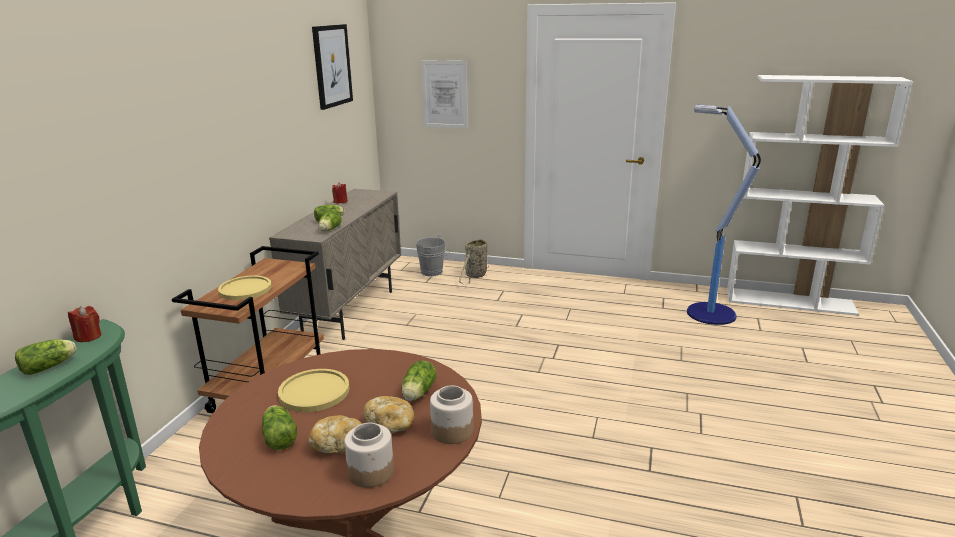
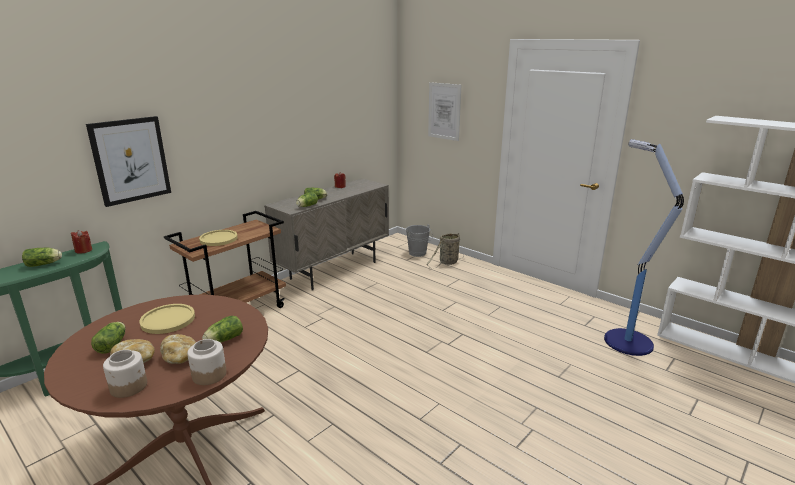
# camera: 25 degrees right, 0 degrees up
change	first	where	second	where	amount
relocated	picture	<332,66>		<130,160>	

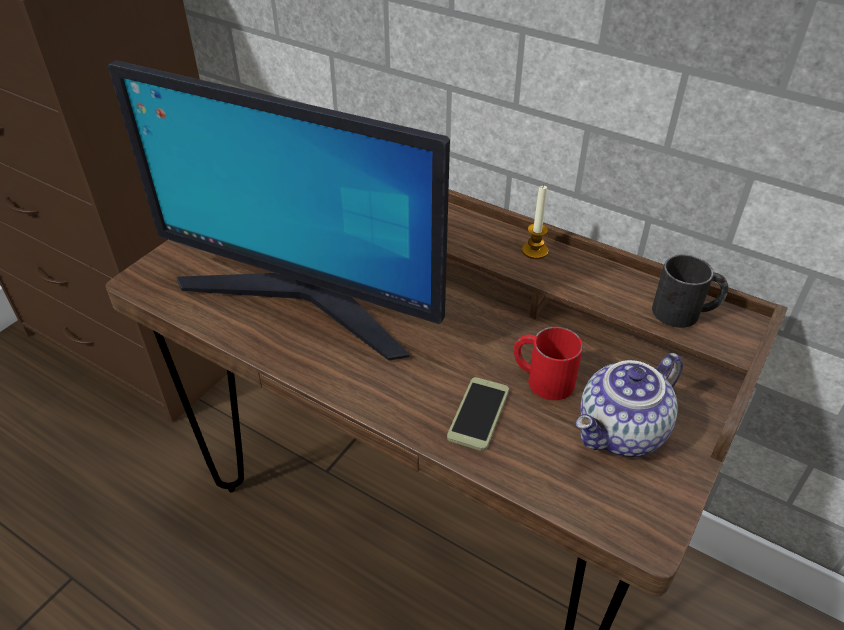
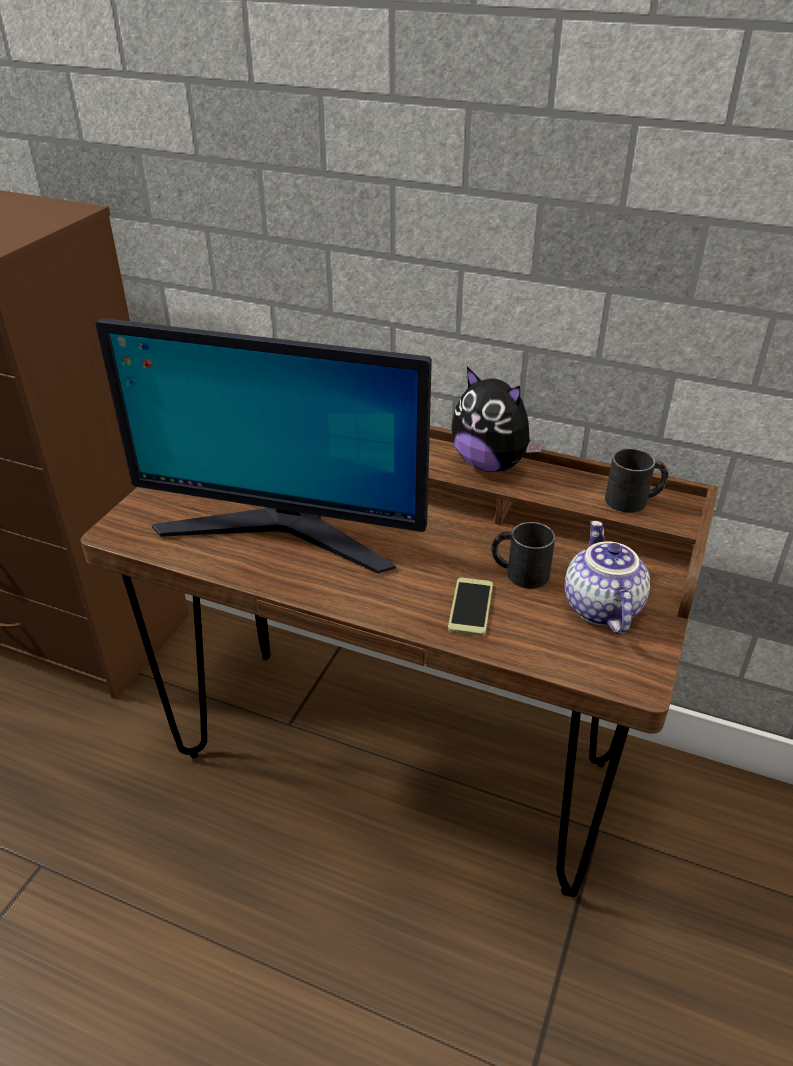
# camera: 10 degrees left, 5 degrees down
change	first	where	second	where	amount
exchanged	candle	<534,251>	plush toy	<490,464>	
colour	red mug	<542,378>	black mug	<519,572>	
spun	teapot	<622,433>		<599,607>	135 degrees clockwise

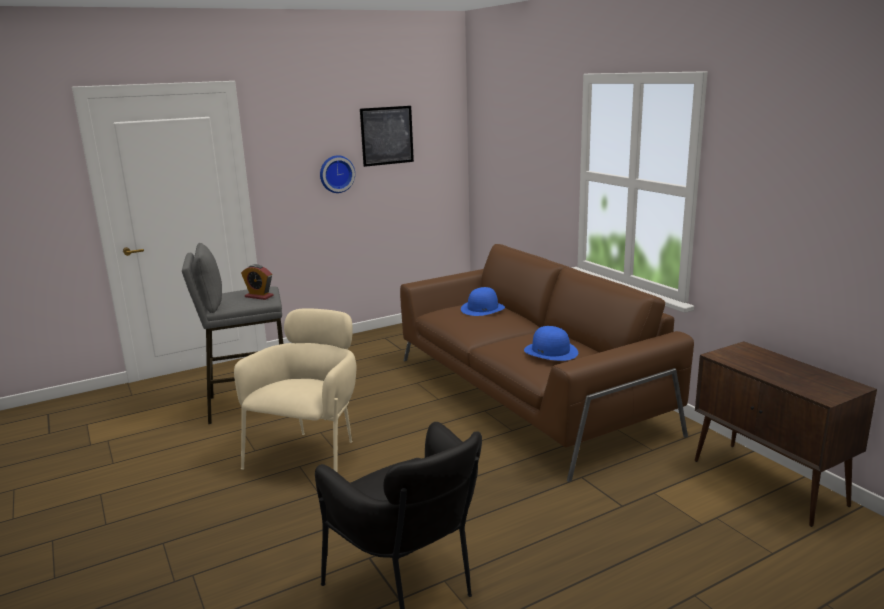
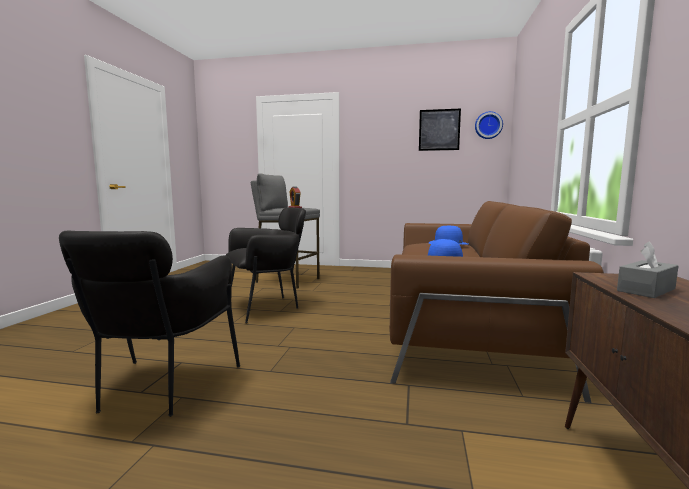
# camera: 40 degrees right, 10 degrees down
change	first	where	second	where	amount
colour	beige armchair	<310,454>	black armchair	<267,306>	
relocated	wall clock	<336,174>		<488,125>	
appeared			grey tissue box	<646,290>	

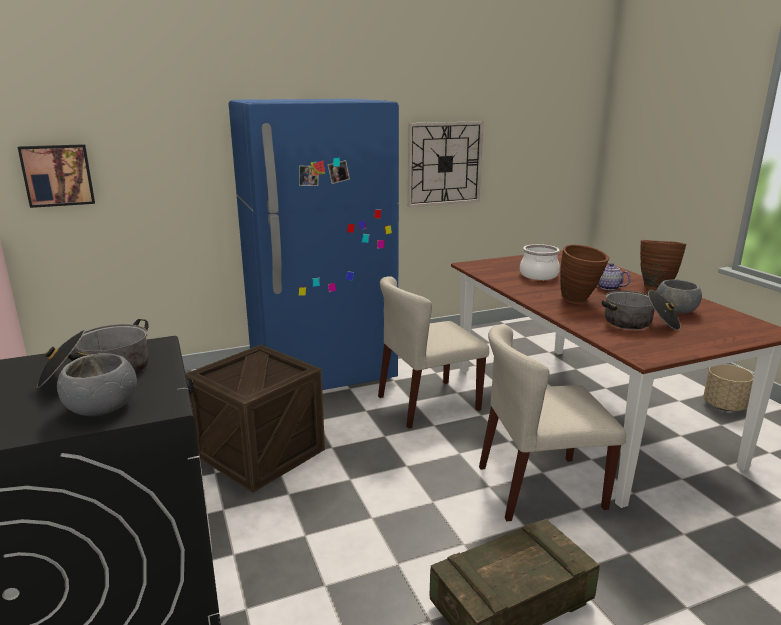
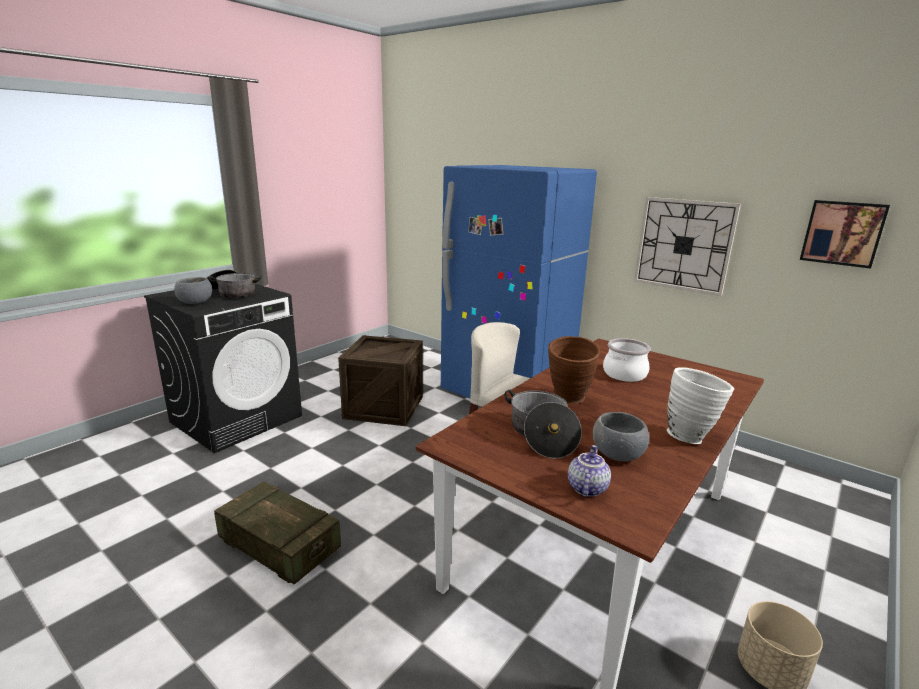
# camera: 60 degrees right, 0 degrees up
change	first	where	second	where	amount
relocated	teapot	<607,287>		<586,487>	
colour	brown vase	<655,288>	white vase	<691,437>	
relocated	picture	<58,175>		<842,233>	
missing	beige chair	<539,487>			

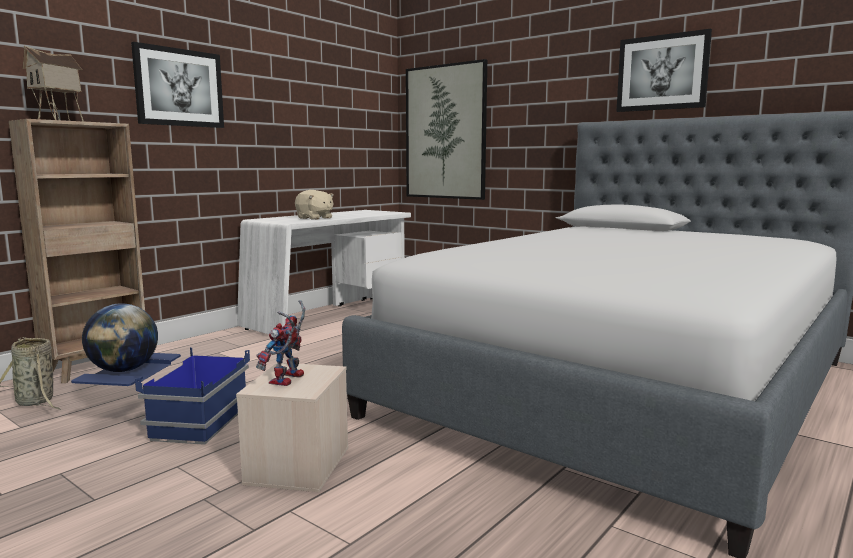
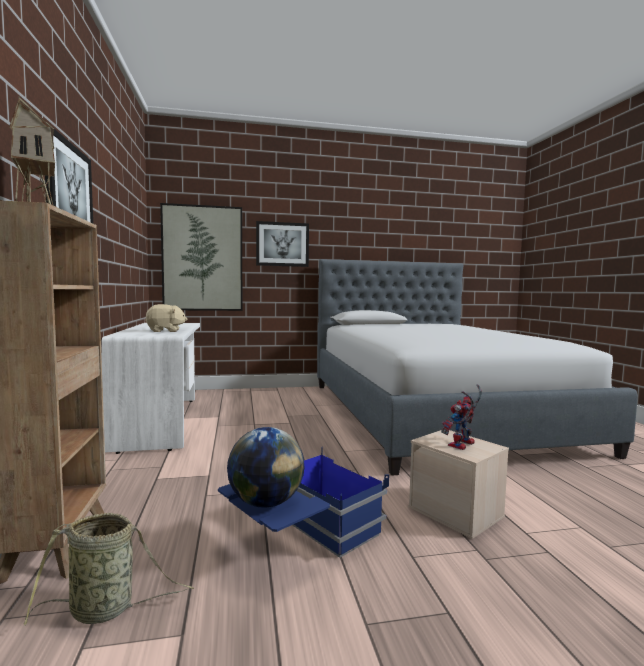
# camera: 50 degrees left, 5 degrees down
change	first	where	second	where	amount
relocated	picture	<662,72>		<282,244>	
spun	toy robot	<287,381>		<462,446>	75 degrees clockwise

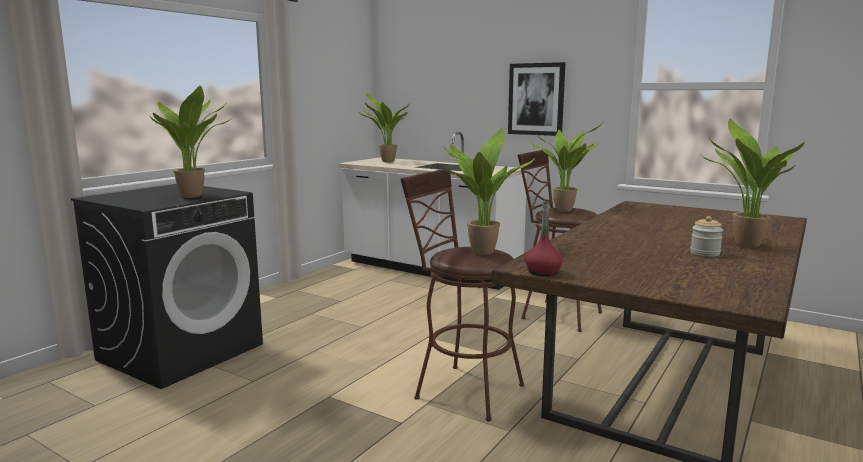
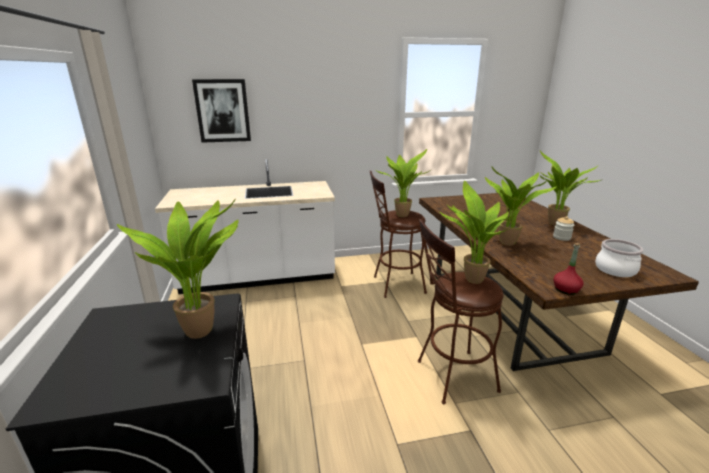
# camera: 45 degrees left, 10 degrees up
change	first	where	second	where	amount
relocated	picture	<536,99>		<222,111>	
relocated	potted plant	<386,162>		<508,244>	
appeared			cooking pot	<615,270>	

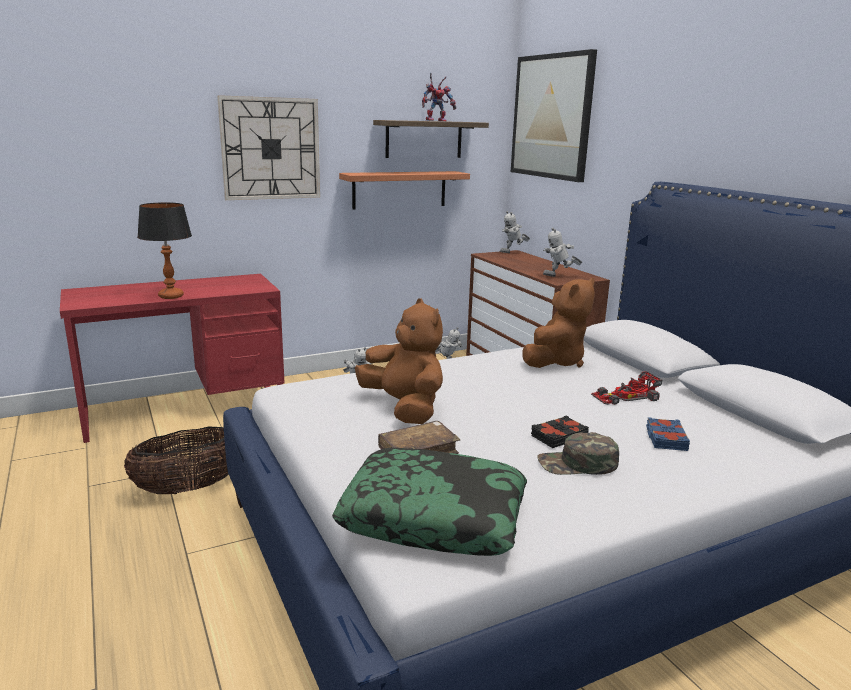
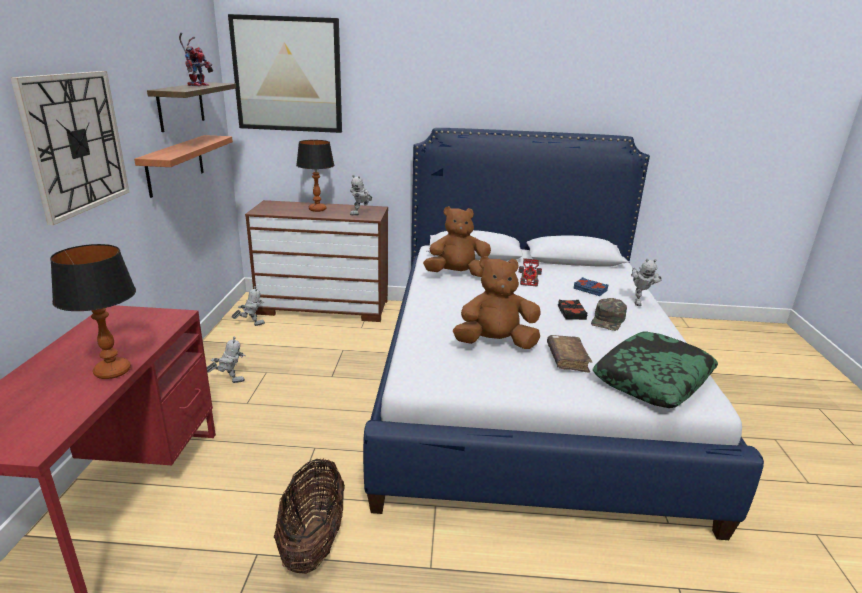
# camera: 60 degrees left, 5 degrees up
change	first	where	second	where	amount
appeared			table lamp	<317,209>	
spun	brown plush toy	<556,361>		<457,274>	75 degrees counterclockwise
relocated	toy robot	<513,253>		<638,301>	

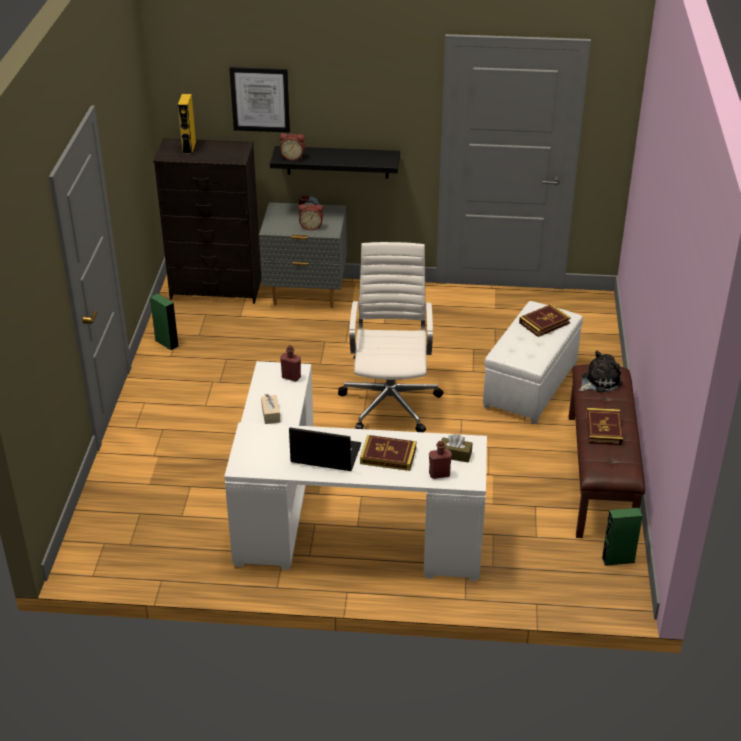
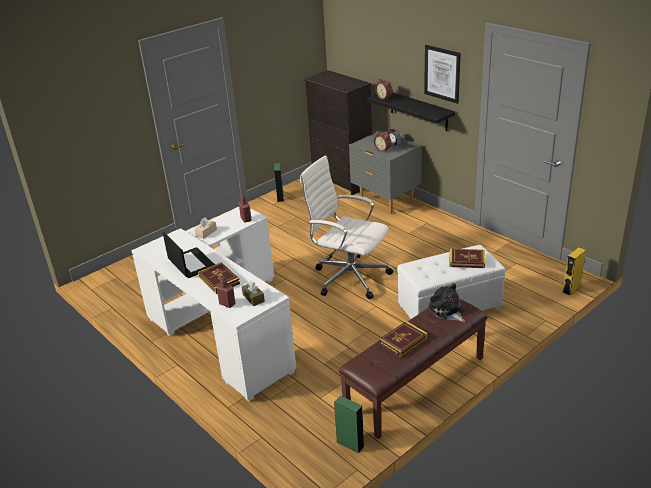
# camera: 45 degrees right, 5 degrees down
change	first	where	second	where	amount
spun	white office chair	<390,402>		<349,277>	105 degrees counterclockwise
relocated	picture	<260,99>		<442,73>	
spun	plush toy	<599,381>		<447,311>	135 degrees counterclockwise
relocated	yellow speaker	<189,148>		<571,289>	

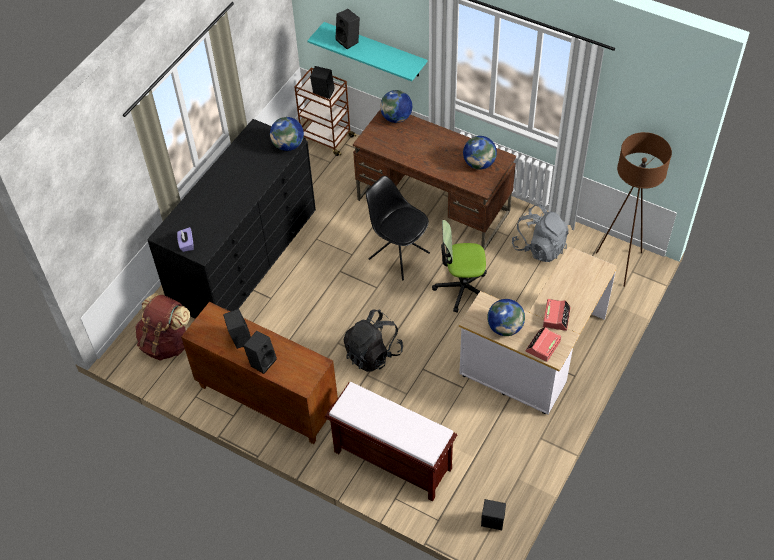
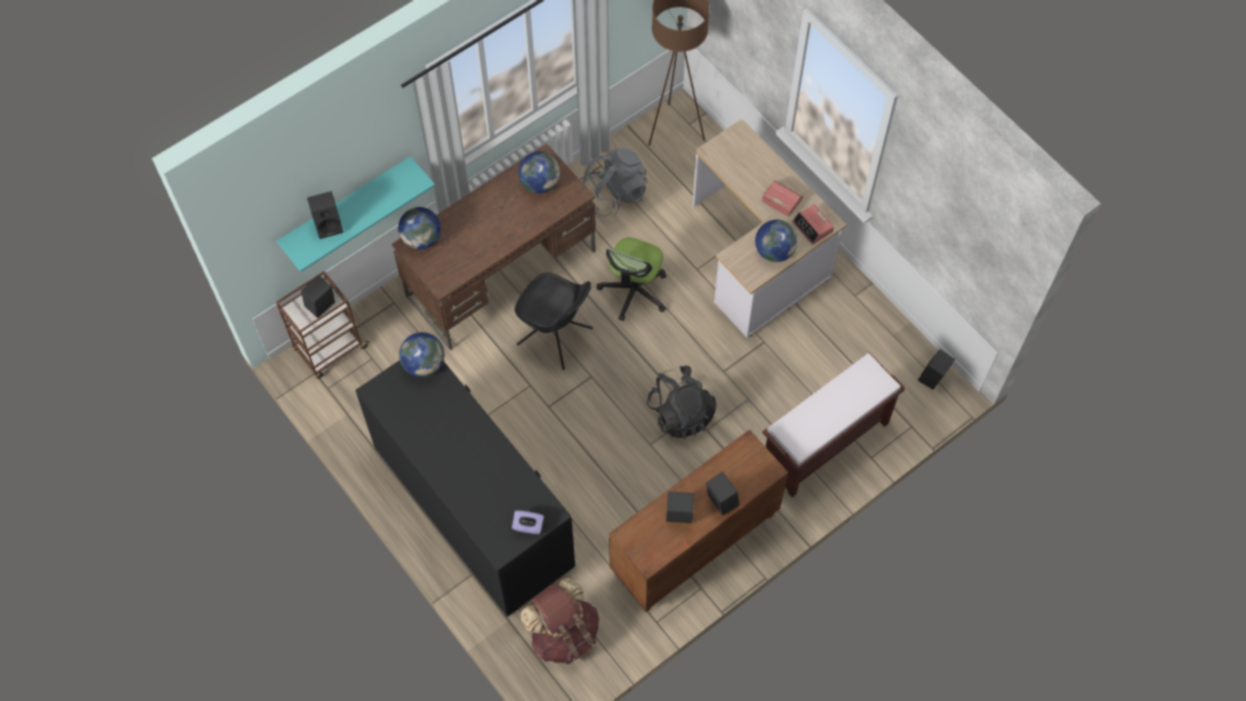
# camera: 70 degrees left, 10 degrees up
change	first	where	second	where	amount
spun	black chair	<398,255>		<556,337>	120 degrees counterclockwise

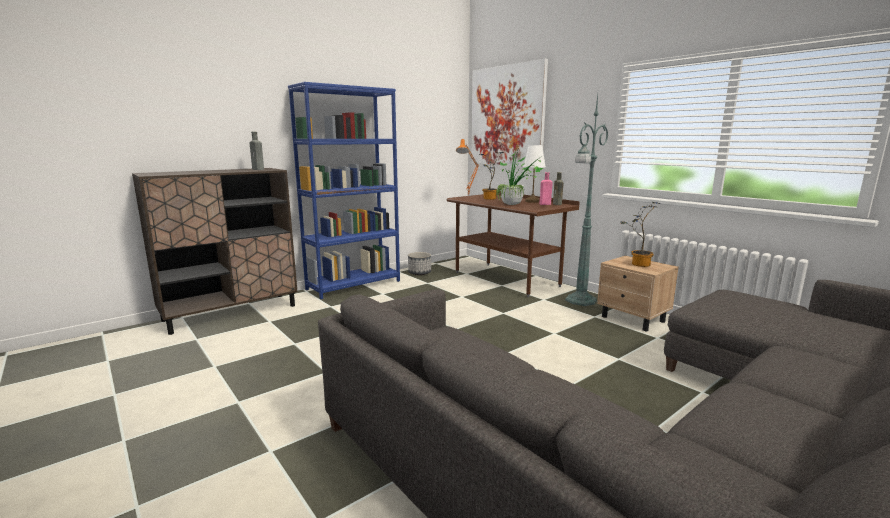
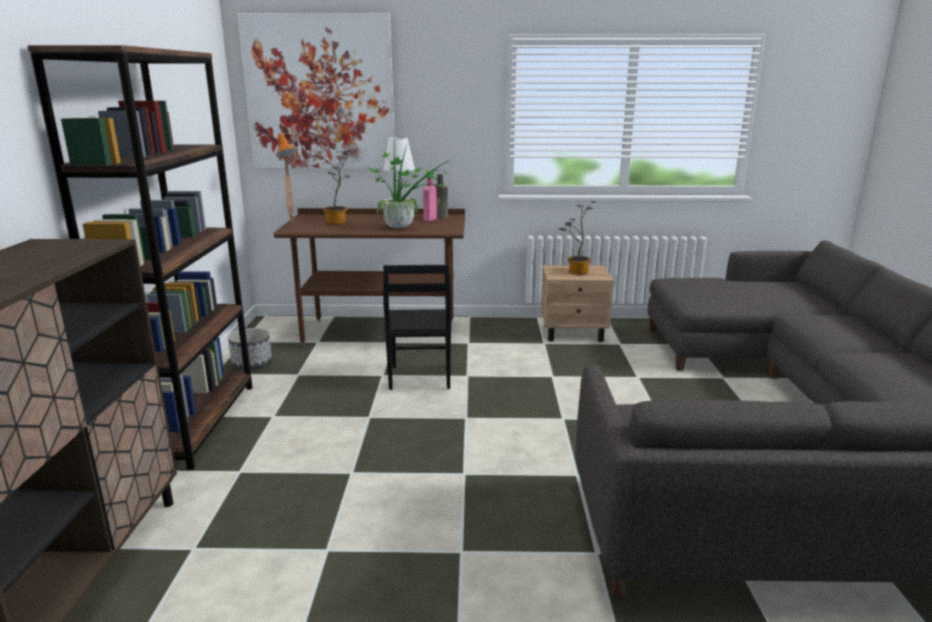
# camera: 50 degrees left, 5 degrees up
change	first	where	second	where	amount
colour	blue bookcase	<354,285>	brown bookcase	<193,423>	
appeared			black chair	<419,378>	
missing	grey bottle	<258,169>			
missing	green floor lamp	<579,301>			

